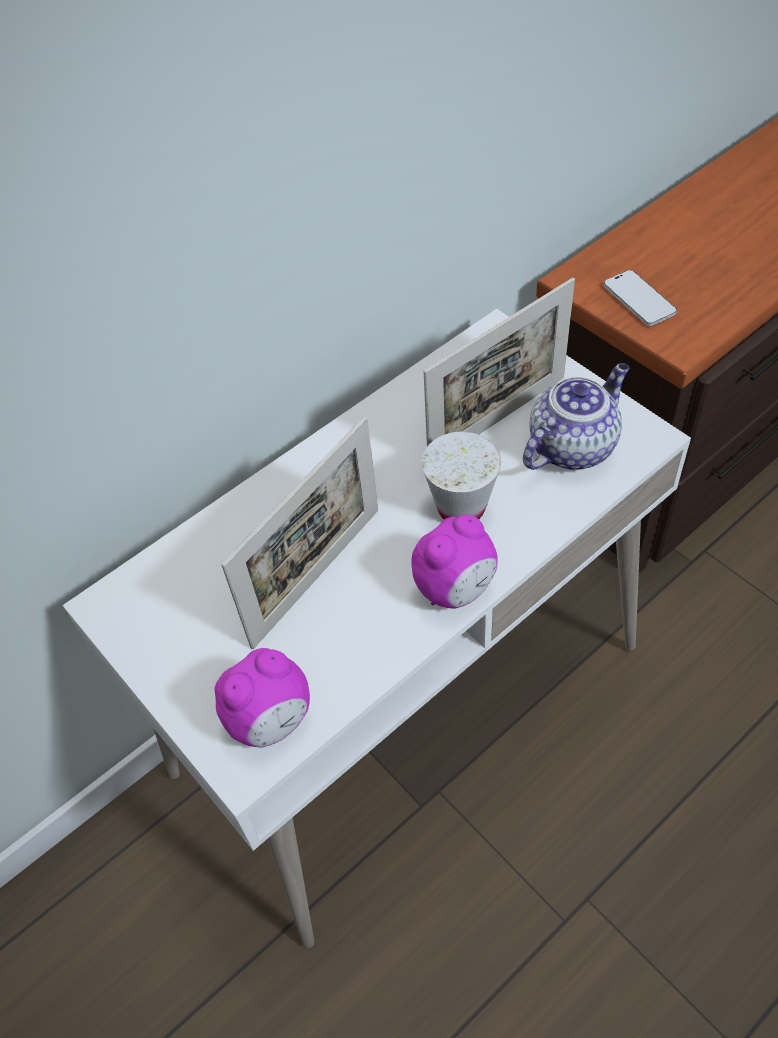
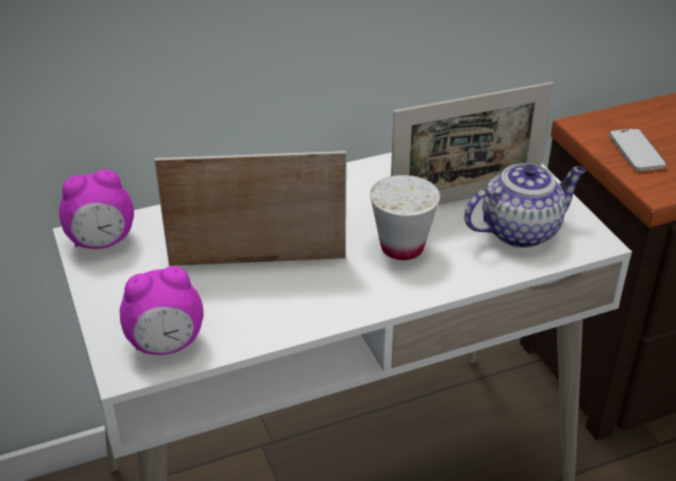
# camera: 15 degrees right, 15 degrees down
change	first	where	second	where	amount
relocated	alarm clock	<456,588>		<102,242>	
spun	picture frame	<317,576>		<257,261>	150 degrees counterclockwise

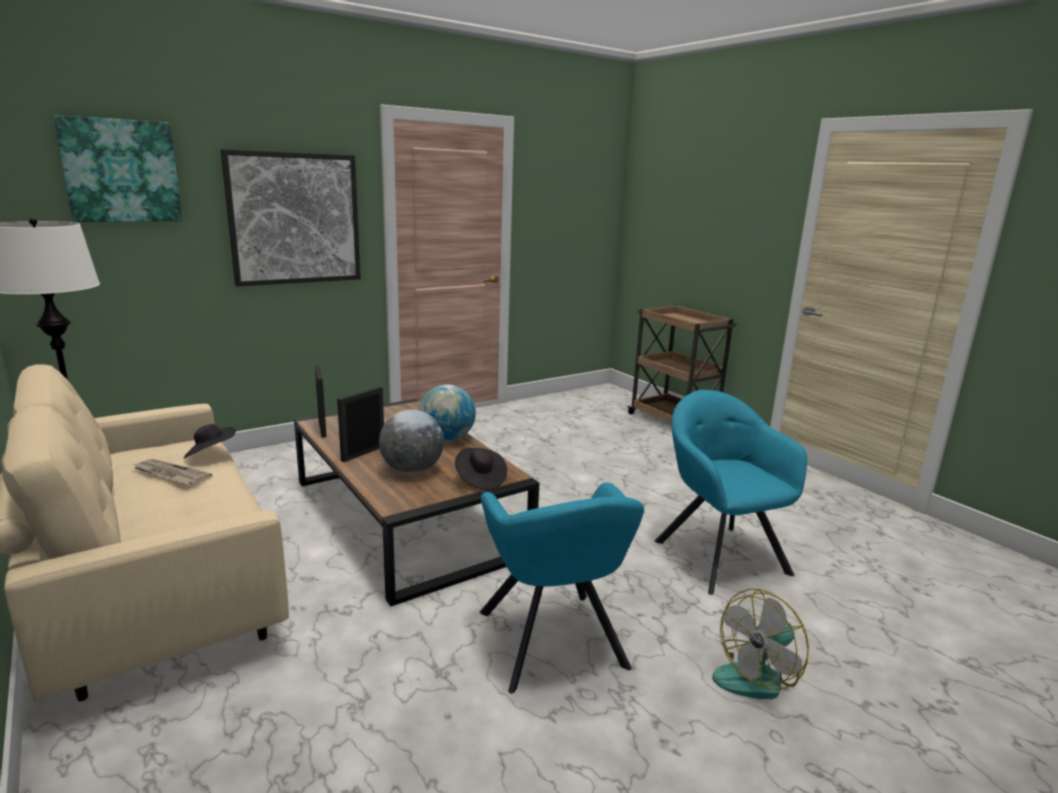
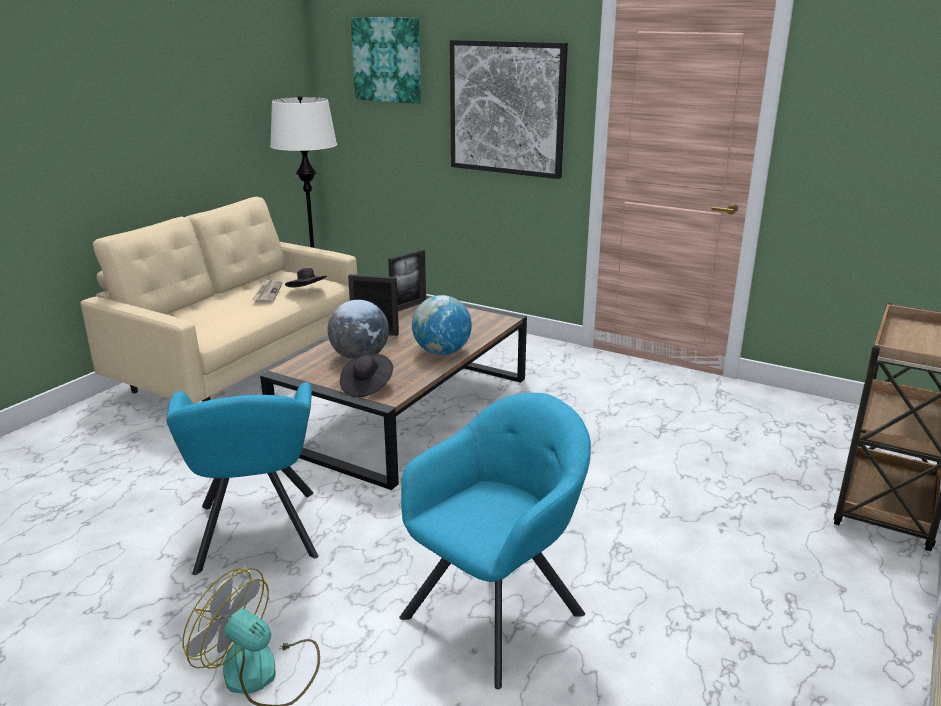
# camera: 65 degrees right, 5 degrees up
change	first	where	second	where	amount
spun	turquoise armchair	<554,643>		<257,534>	60 degrees counterclockwise

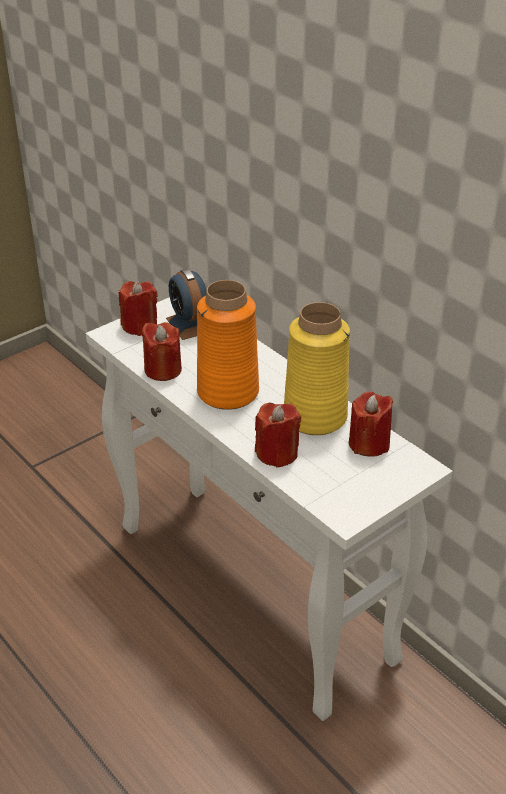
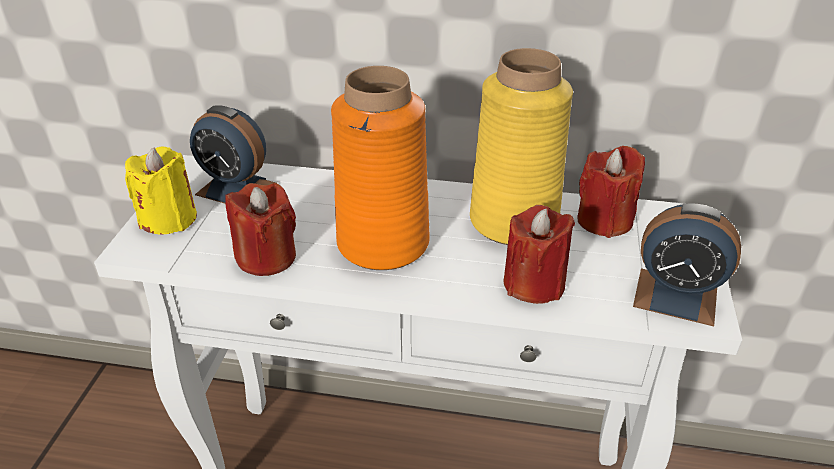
# camera: 40 degrees left, 0 degrees up
change	first	where	second	where	amount
colour	red candle	<140,326>	yellow candle	<169,219>	
appeared			alarm clock	<675,296>	

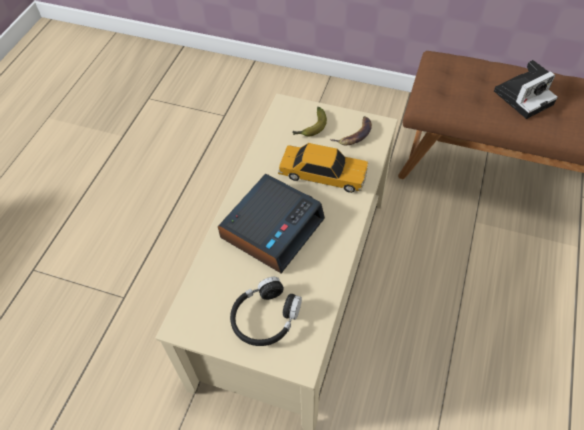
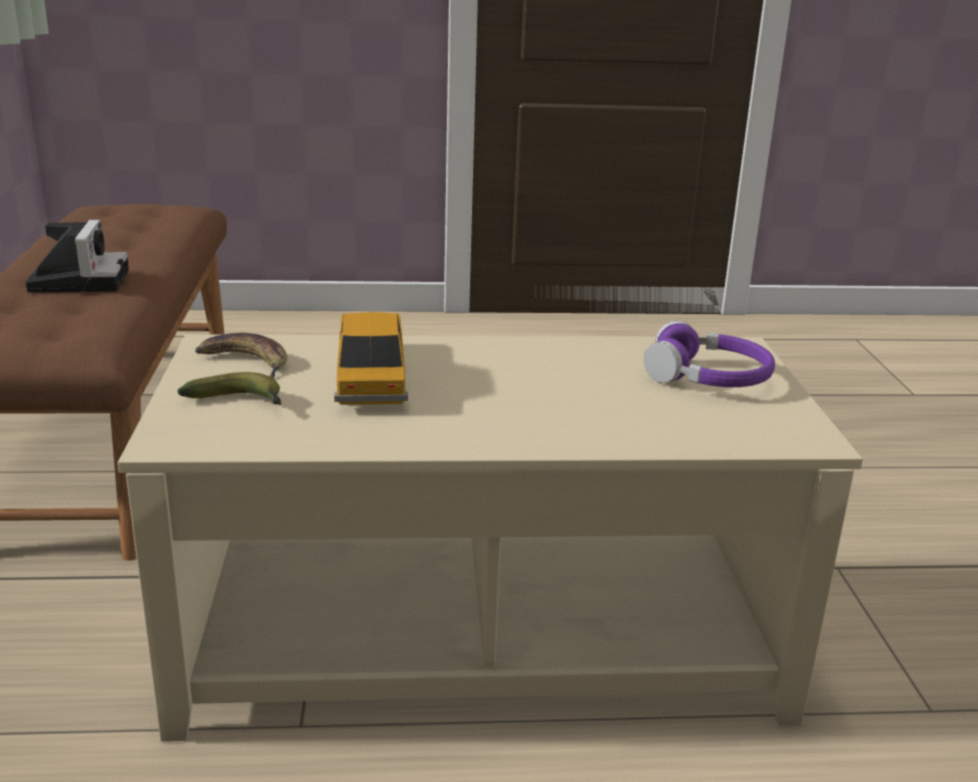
# camera: 115 degrees left, 30 degrees down
change	first	where	second	where	amount
spun	photo camera	<524,96>		<79,279>	45 degrees clockwise
colour	black headphones	<265,317>	purple headphones	<708,378>	
missing	alarm clock	<272,227>			

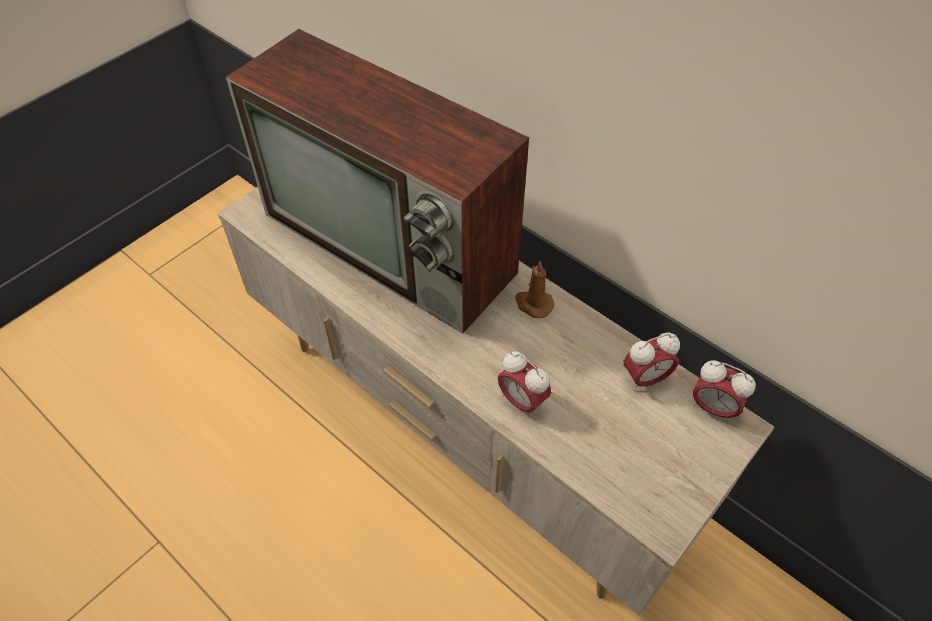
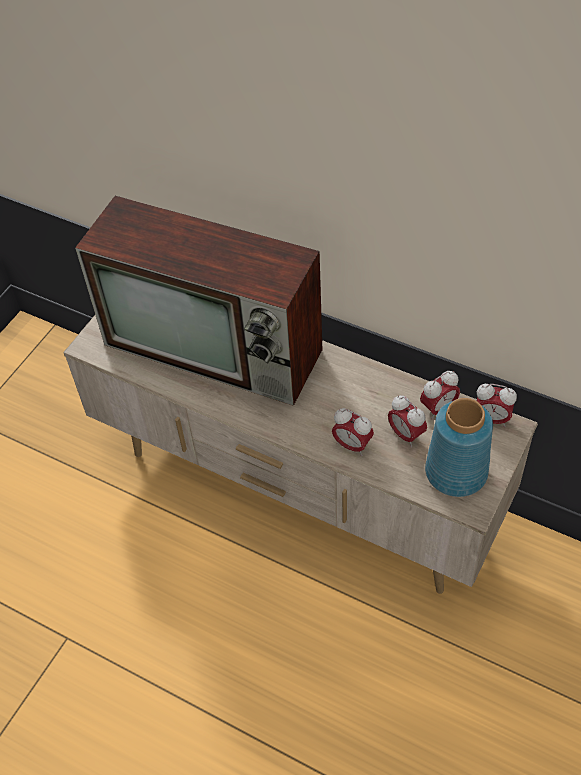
# camera: 10 degrees left, 0 degrees up
change	first	where	second	where	amount
appeared			alarm clock	<406,434>	
appeared			blue vase	<457,472>	
missing	brown candle	<533,304>			

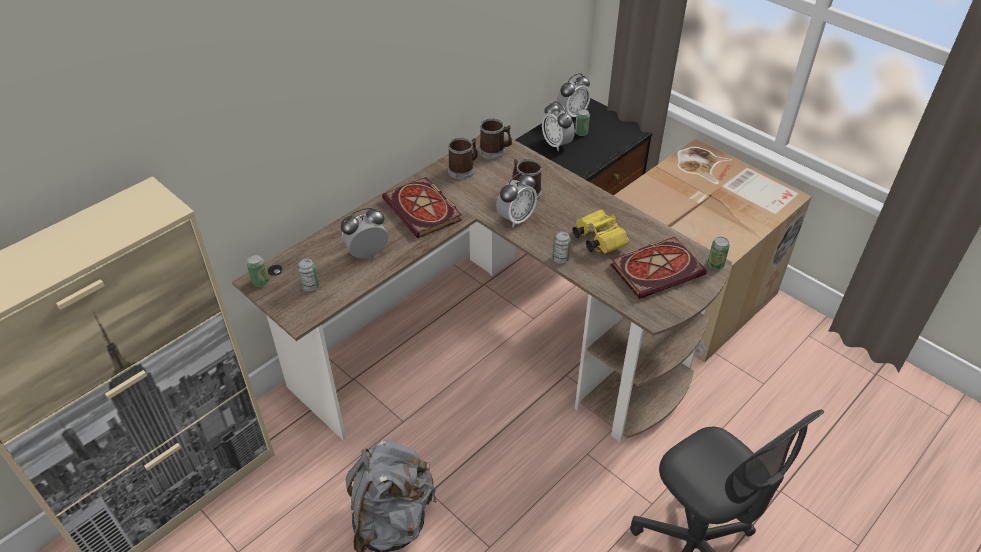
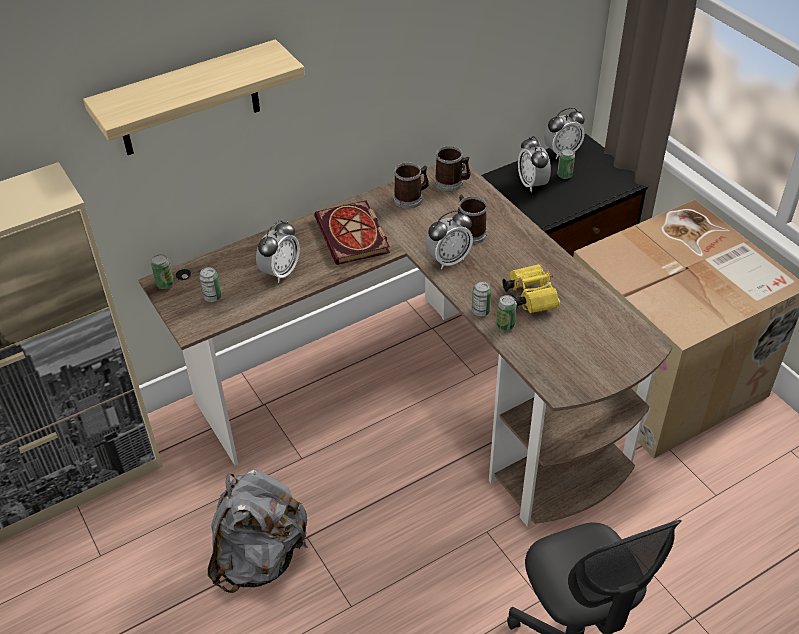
# camera: 15 degrees right, 0 degrees up
change	first	where	second	where	amount
appeared			shelf	<188,100>	
spun	alarm clock	<367,253>		<280,272>	135 degrees clockwise
relocated	can	<715,264>		<505,325>	
missing	book	<657,268>			

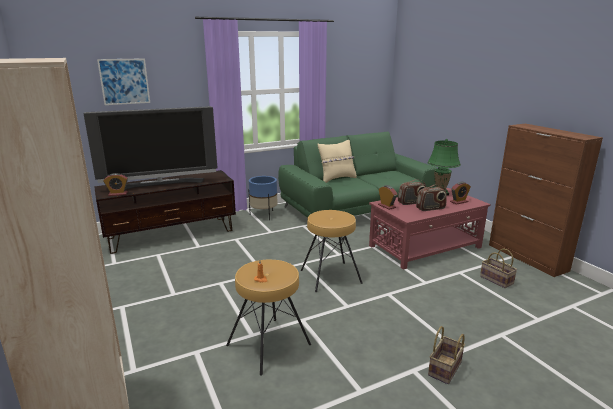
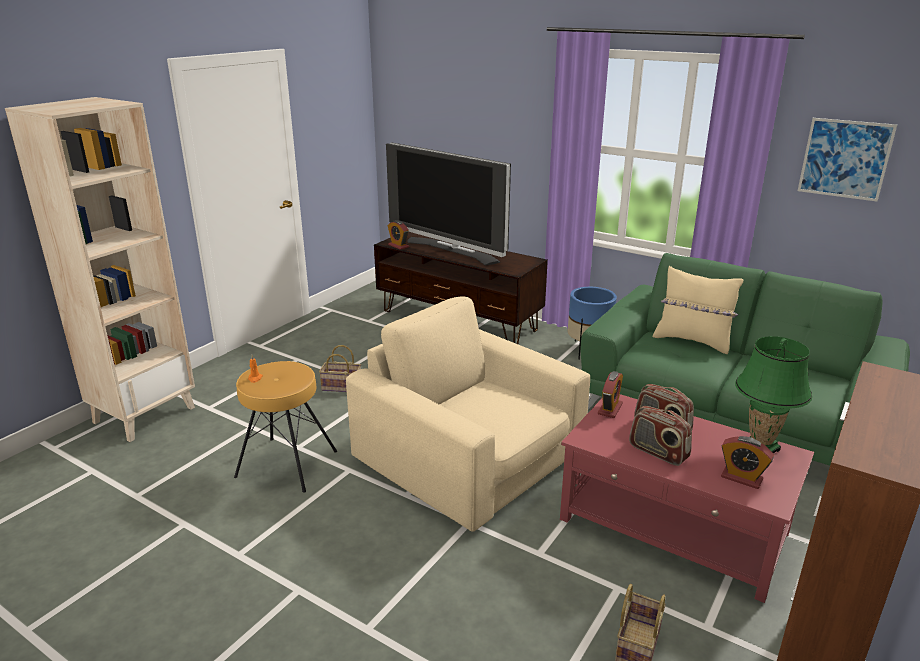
# camera: 60 degrees right, 5 degrees up
change	first	where	second	where	amount
relocated	basket	<445,369>		<340,387>	
exchanged	brown stool	<330,276>	beige armchair	<471,458>	
relocated	picture	<124,81>		<845,159>	

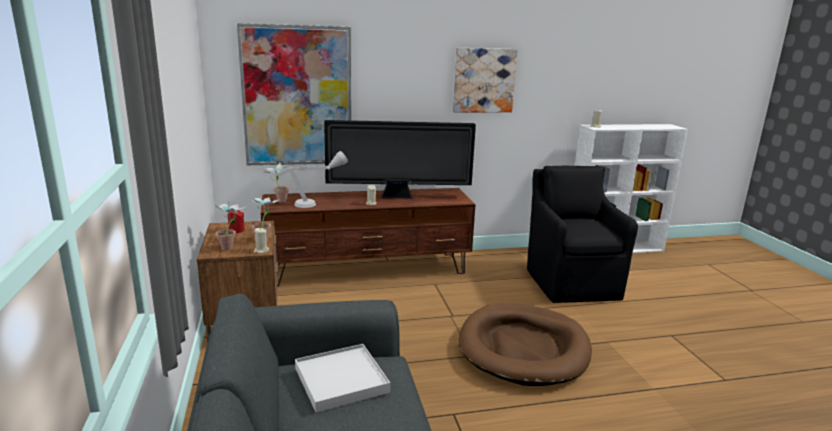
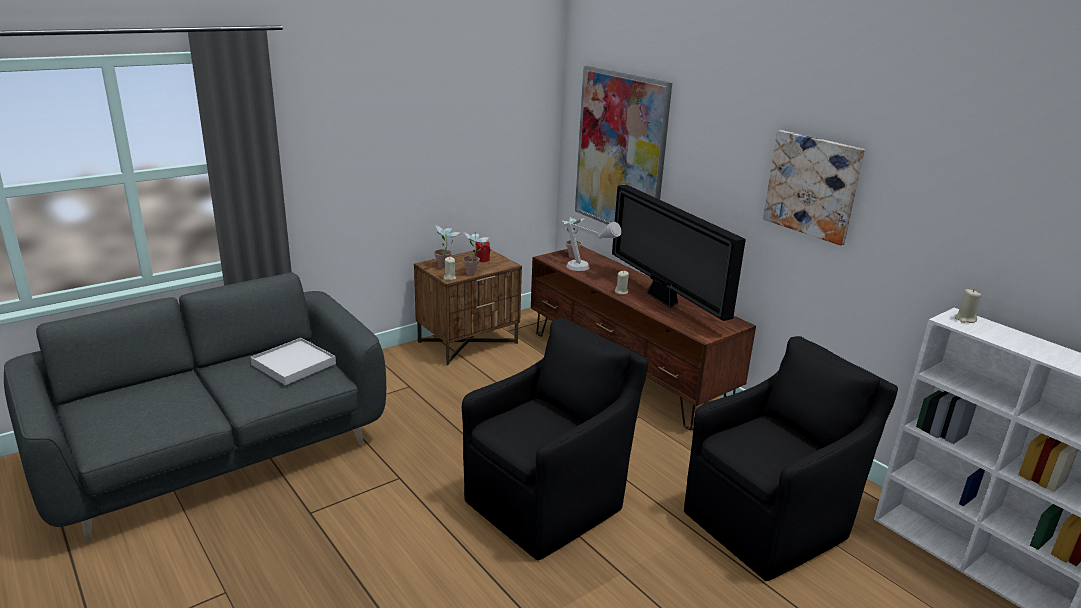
# camera: 65 degrees right, 5 degrees up
change	first	where	second	where	amount
exchanged	brown dog bed	<523,348>	black armchair	<548,503>	

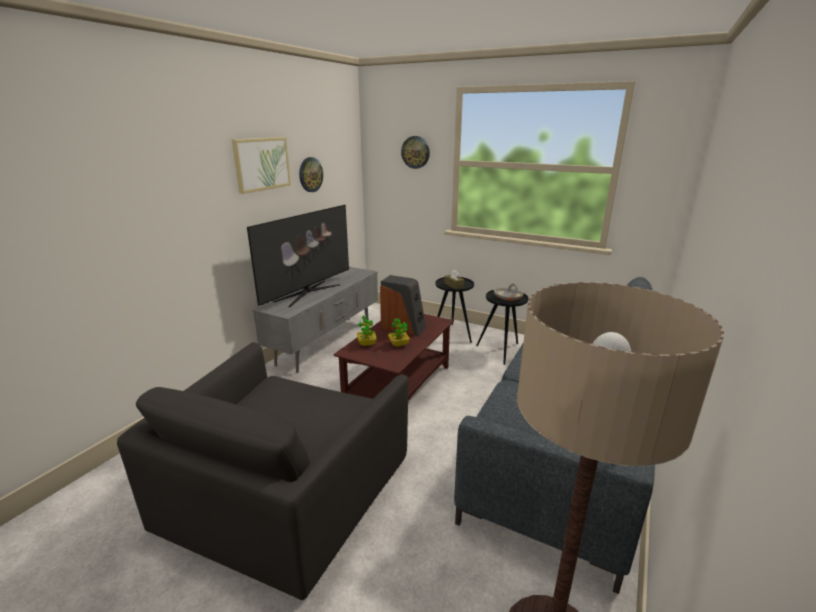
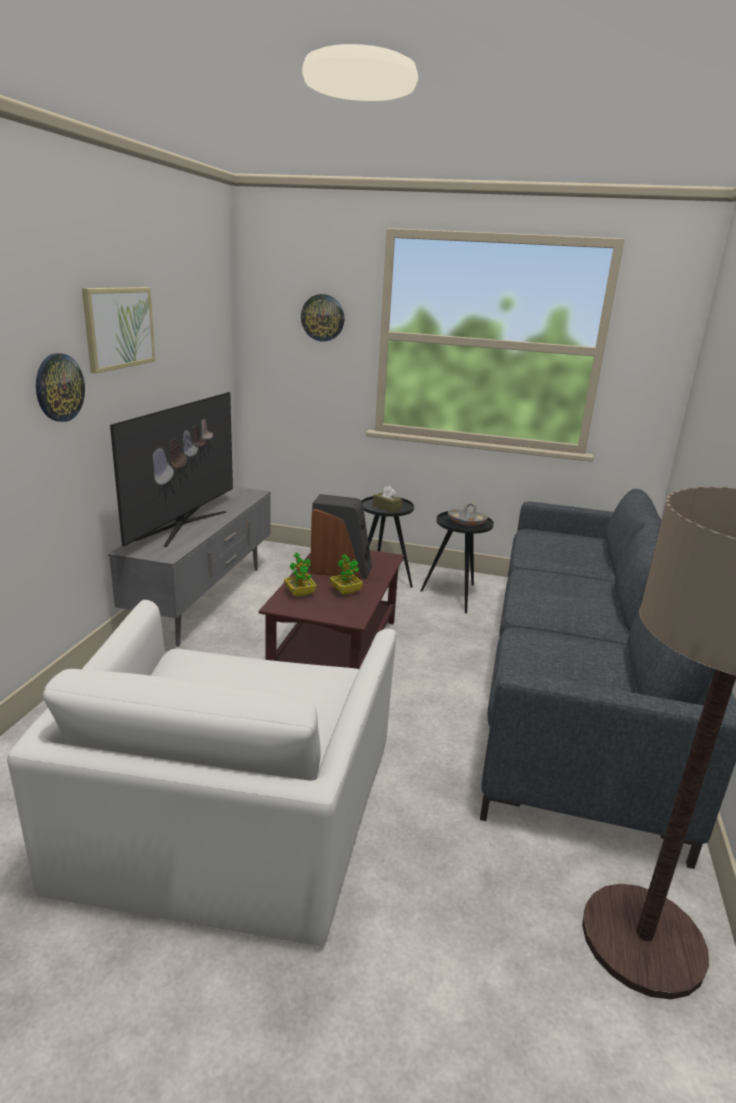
# camera: 15 degrees left, 0 degrees up
change	first	where	second	where	amount
colour	black armchair	<285,488>	white armchair	<230,807>	
relocated	wall clock	<310,174>		<59,387>	

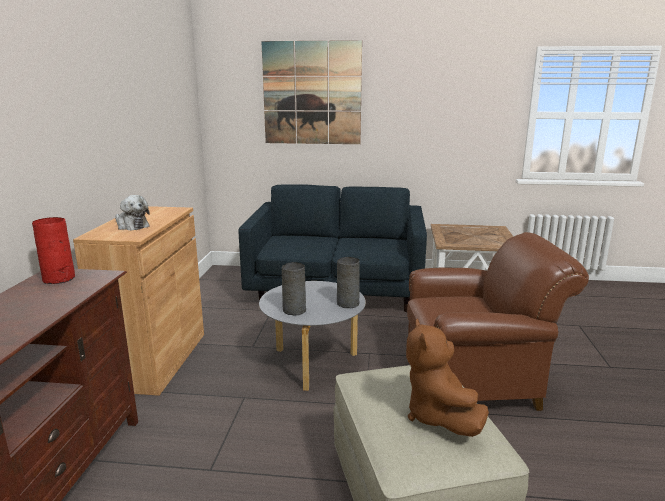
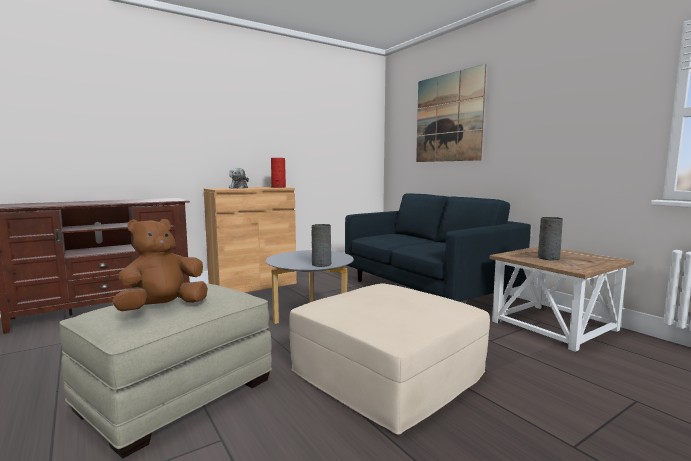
# camera: 50 degrees right, 10 degrees down
change	first	where	second	where	amount
relocated	red vase	<59,279>		<278,187>	
exchanged	brown armchair	<477,380>	beige ottoman	<388,373>	
relocated	grey vase	<294,310>		<549,258>	

